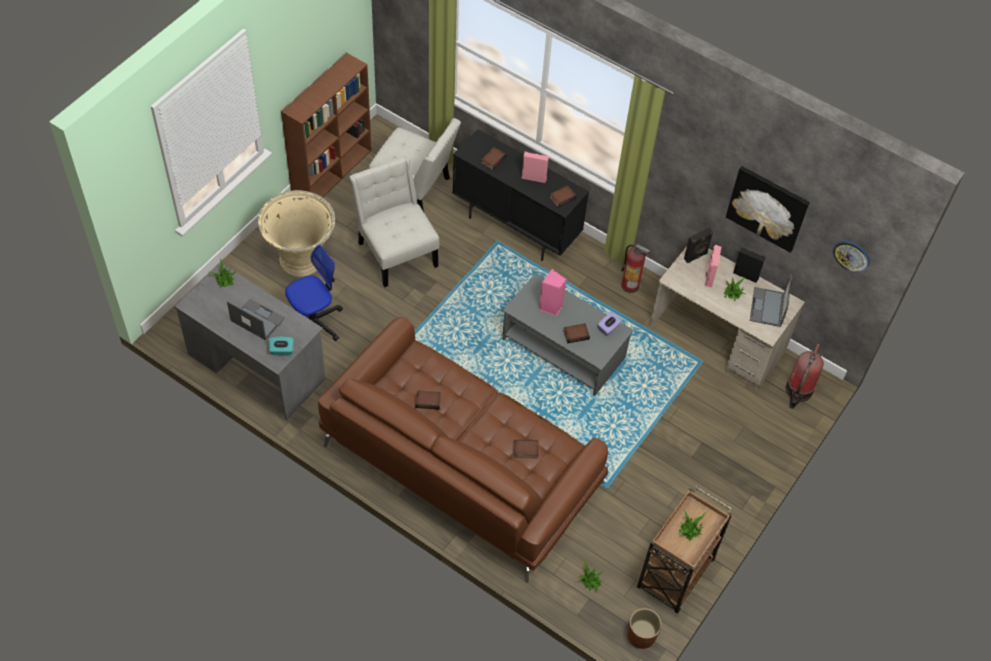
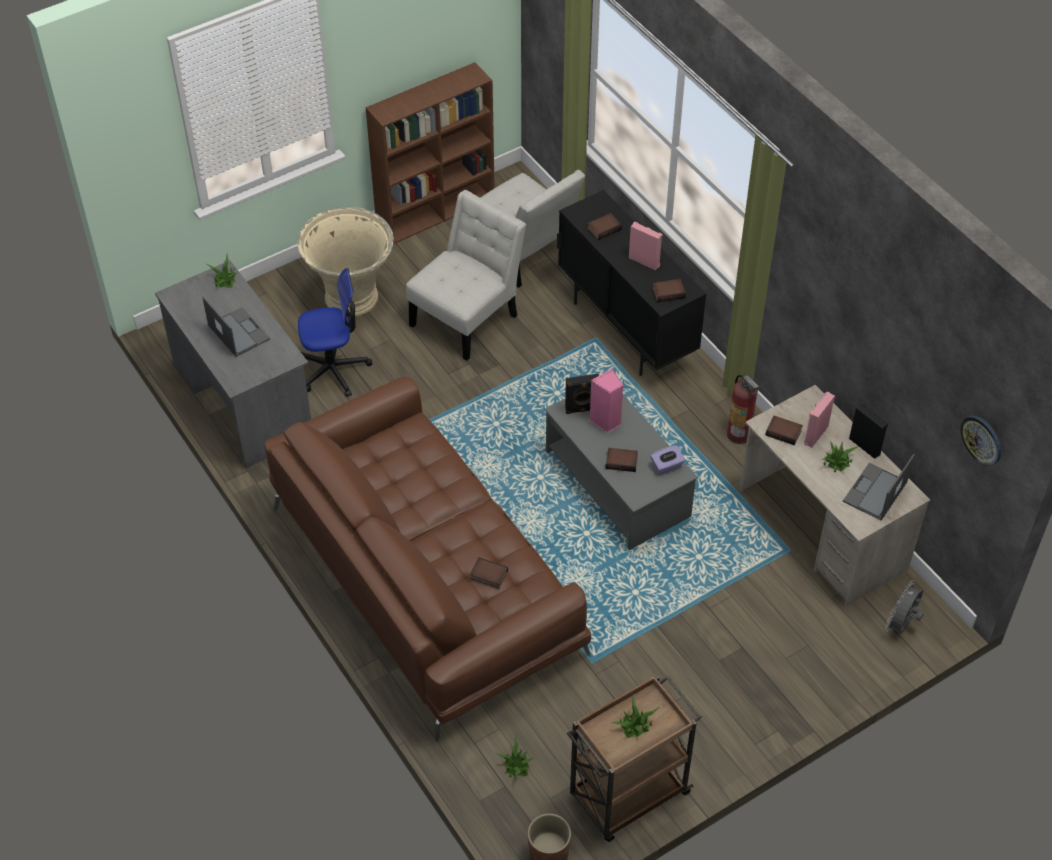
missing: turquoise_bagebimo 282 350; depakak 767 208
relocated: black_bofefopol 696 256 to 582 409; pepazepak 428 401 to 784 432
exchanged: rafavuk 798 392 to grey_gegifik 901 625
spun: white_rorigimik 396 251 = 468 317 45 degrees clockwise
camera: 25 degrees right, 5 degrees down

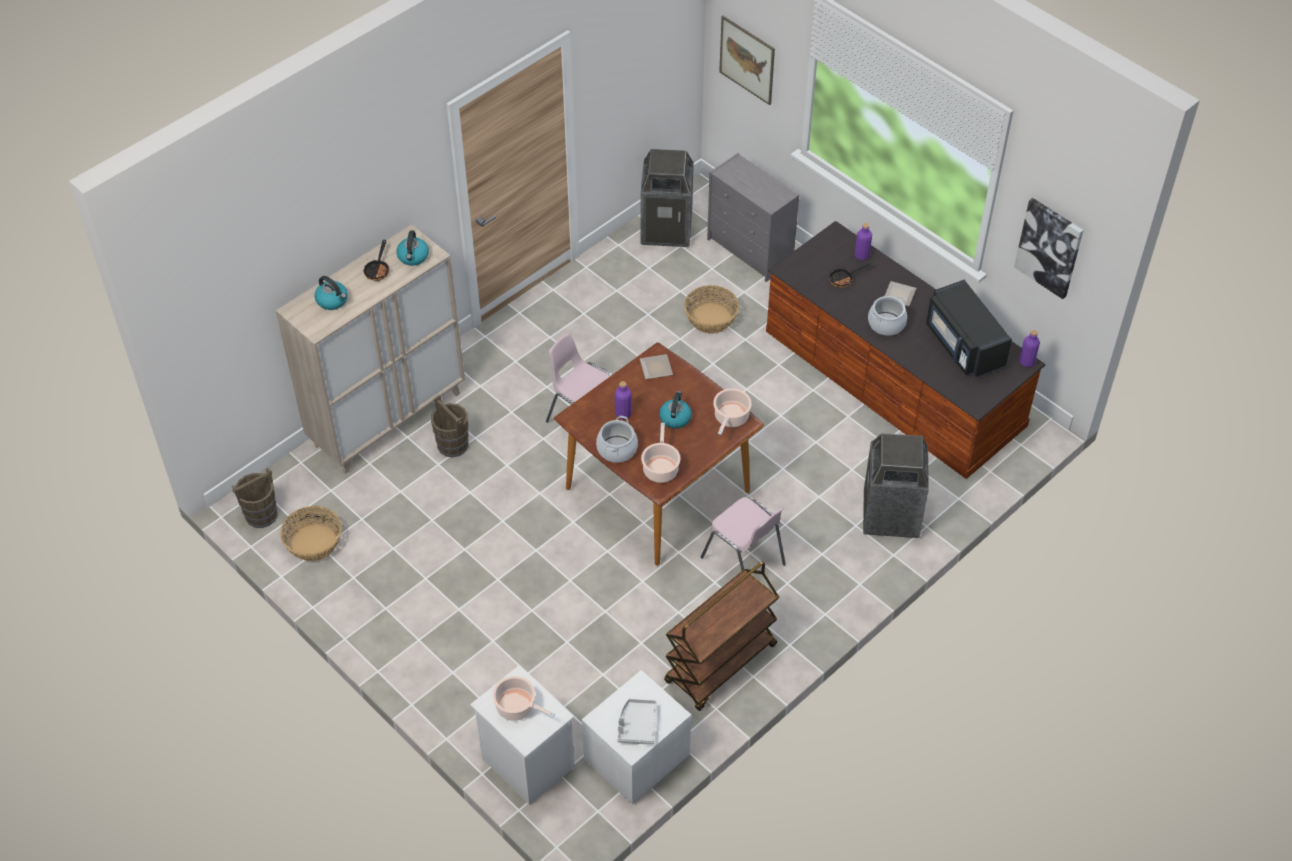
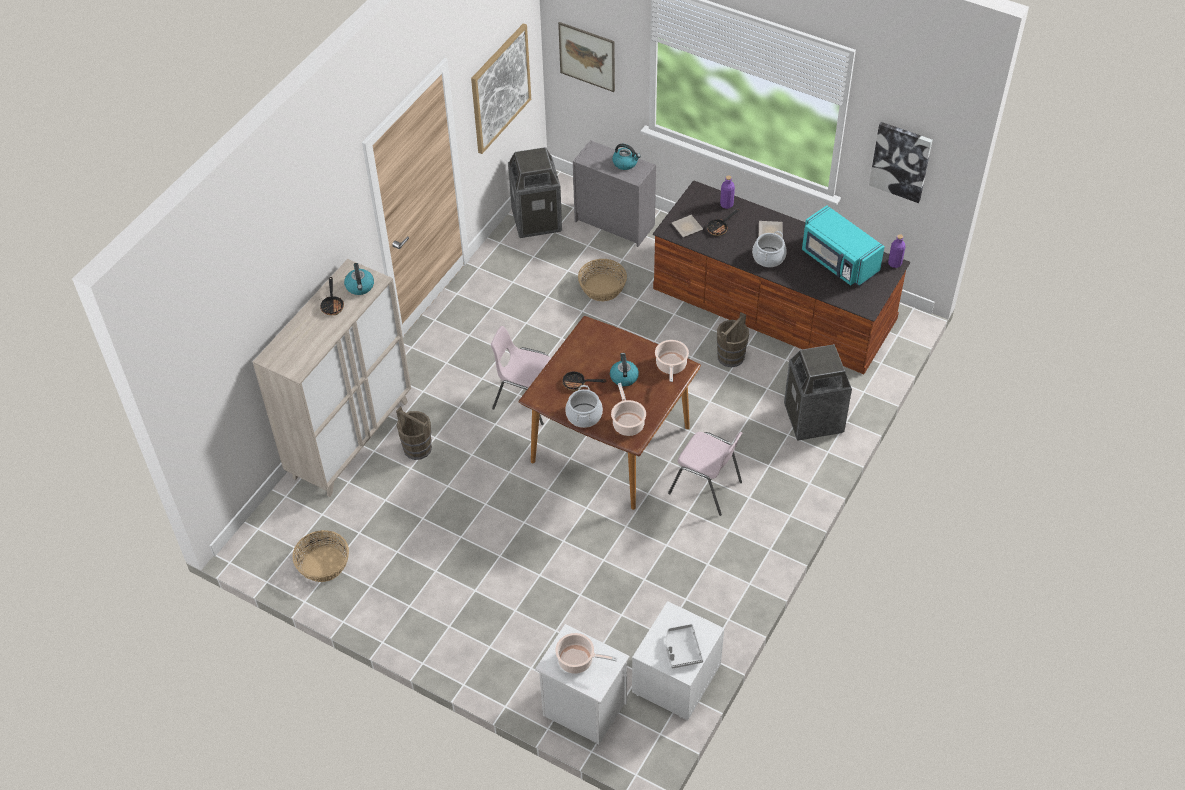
missing: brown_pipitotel 720 665
appeared: depakak 500 88
relocated: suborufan 333 300 to 625 163; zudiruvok 656 367 to 687 226; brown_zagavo 261 515 to 731 356
exchanged: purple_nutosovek 623 413 to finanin 578 383
colour: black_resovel 963 345 to turquoise_resovel 838 261
camera: 15 degrees left, 0 degrees up

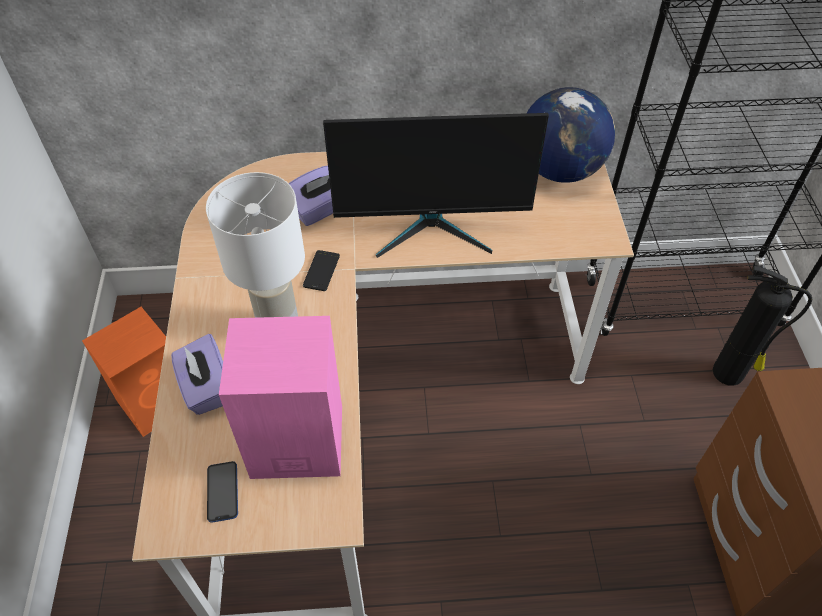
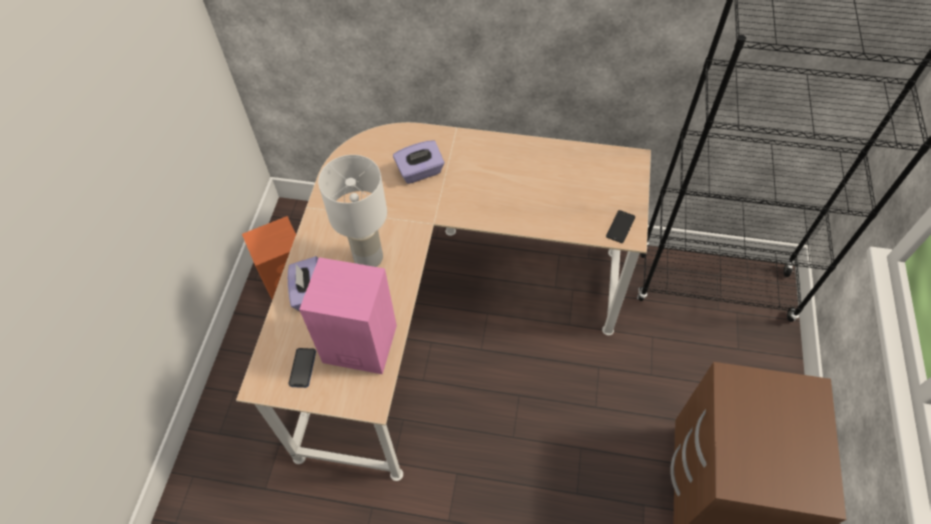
missing: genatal 432 228; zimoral 560 170; rafavuk 730 373
relocated: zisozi 321 271 to 620 227
camera: 15 degrees right, 5 degrees up

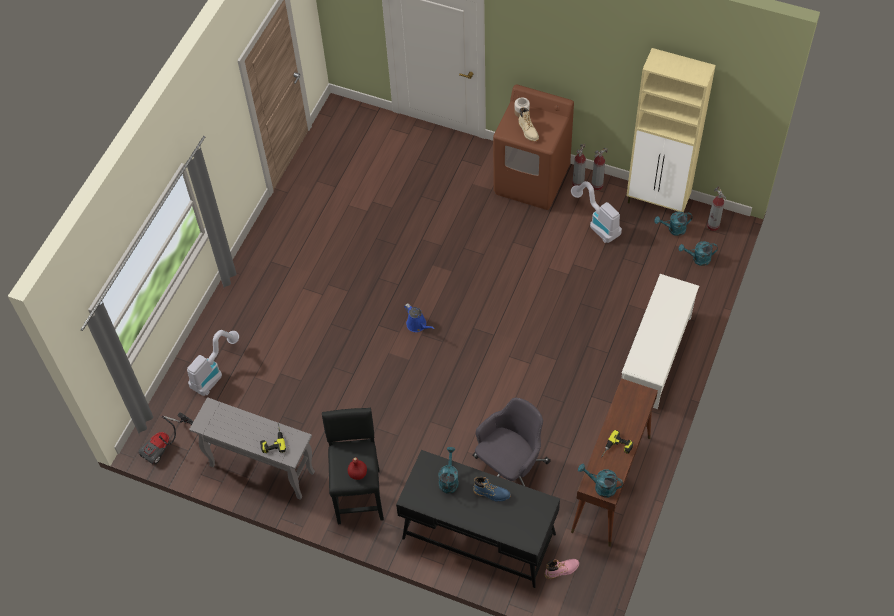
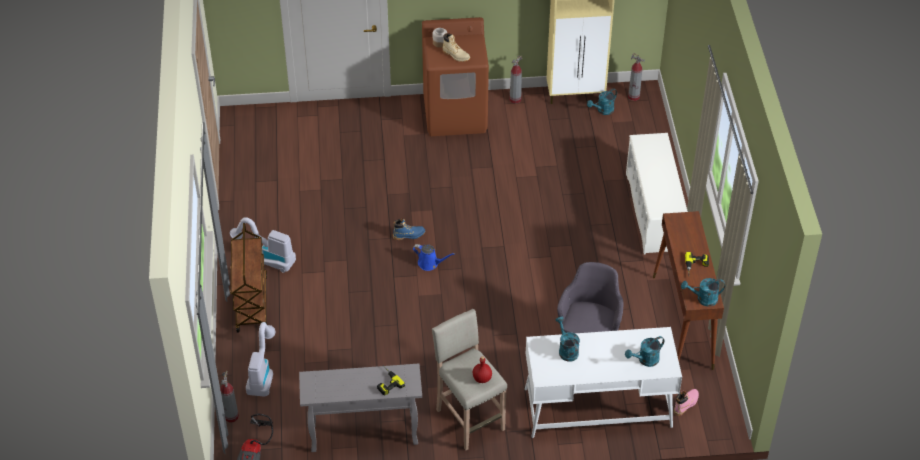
appeared: brown_pipitotel 251 303
relocated: rafavuk 578 183 to 231 417; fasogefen 597 223 to 268 258; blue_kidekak 491 493 to 409 235; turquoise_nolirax 698 259 to 645 360
colour: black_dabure 359 494 to beige_dabure 469 418; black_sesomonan 478 535 to white_sesomonan 597 407
camera: 30 degrees left, 10 degrees down

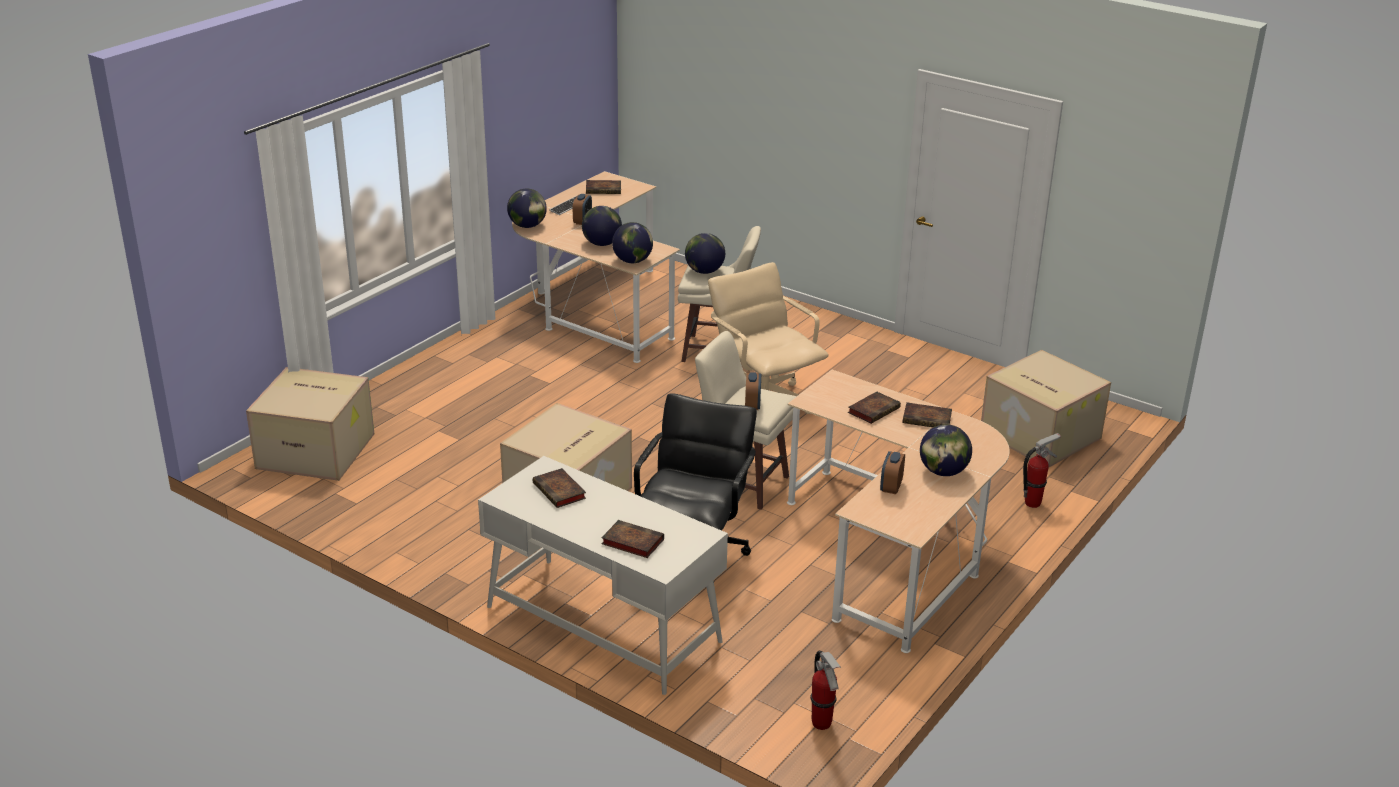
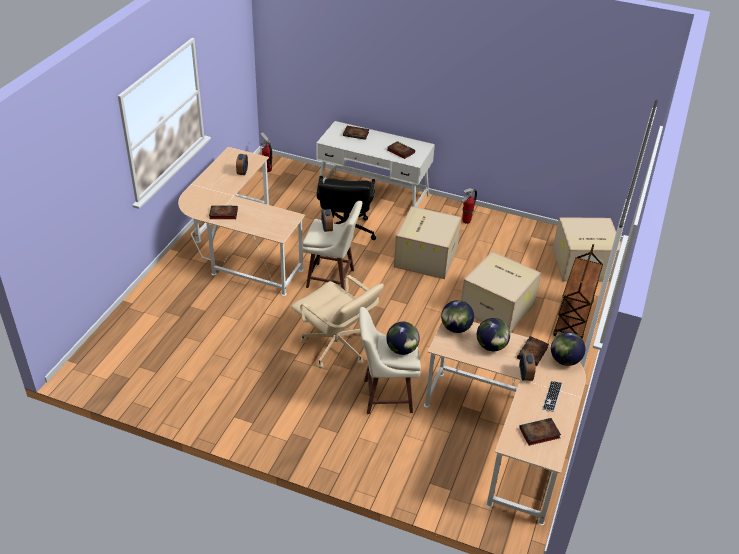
missing: zimoral 943 472
appeared: brown_pipitotel 573 320
relocated: rafavuk 1033 503 to 466 221; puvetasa 1038 435 to 498 307; pepazepak 874 410 to 532 353
camera: 165 degrees right, 10 degrees up

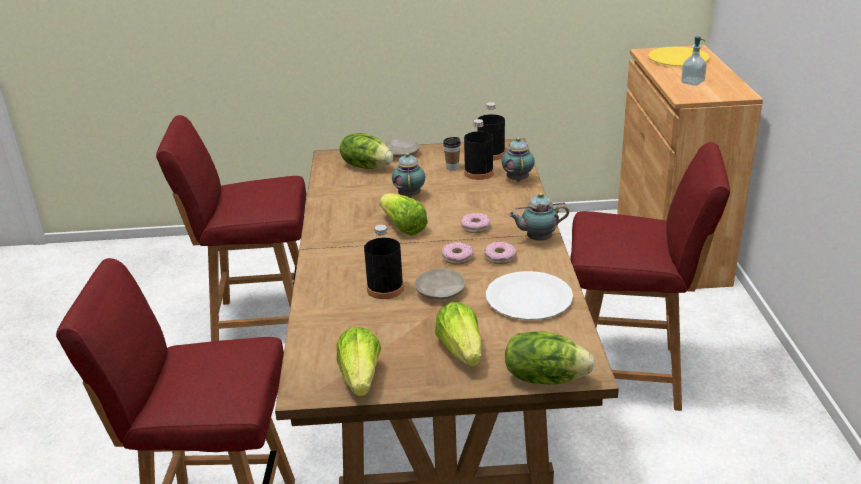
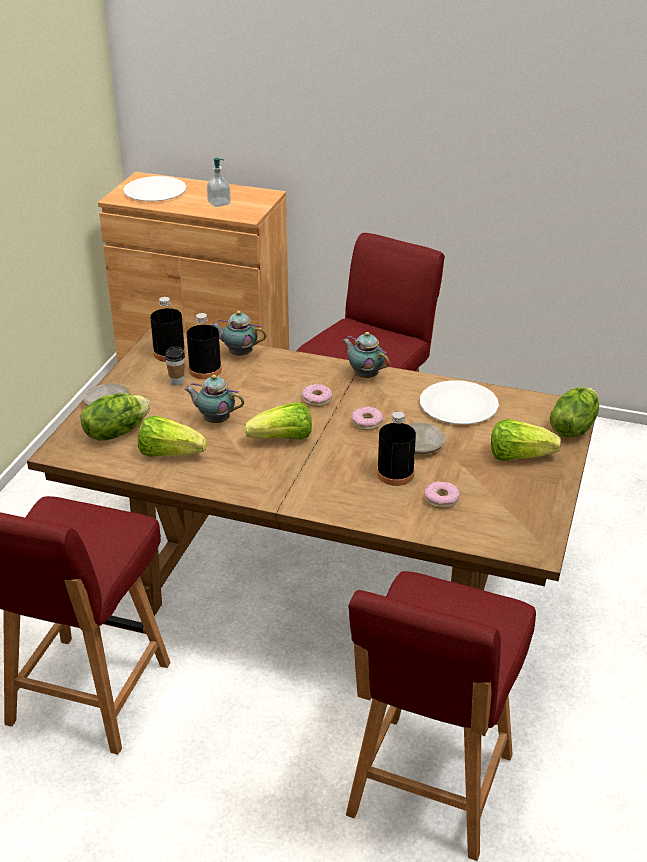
relocated: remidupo 360 378 to 170 453; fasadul 500 257 to 441 499
colour: yellow_zudiruvok 678 59 to white_zudiruvok 155 191
spun: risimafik 537 239 = 364 375 120 degrees clockwise
camera: 70 degrees left, 5 degrees up

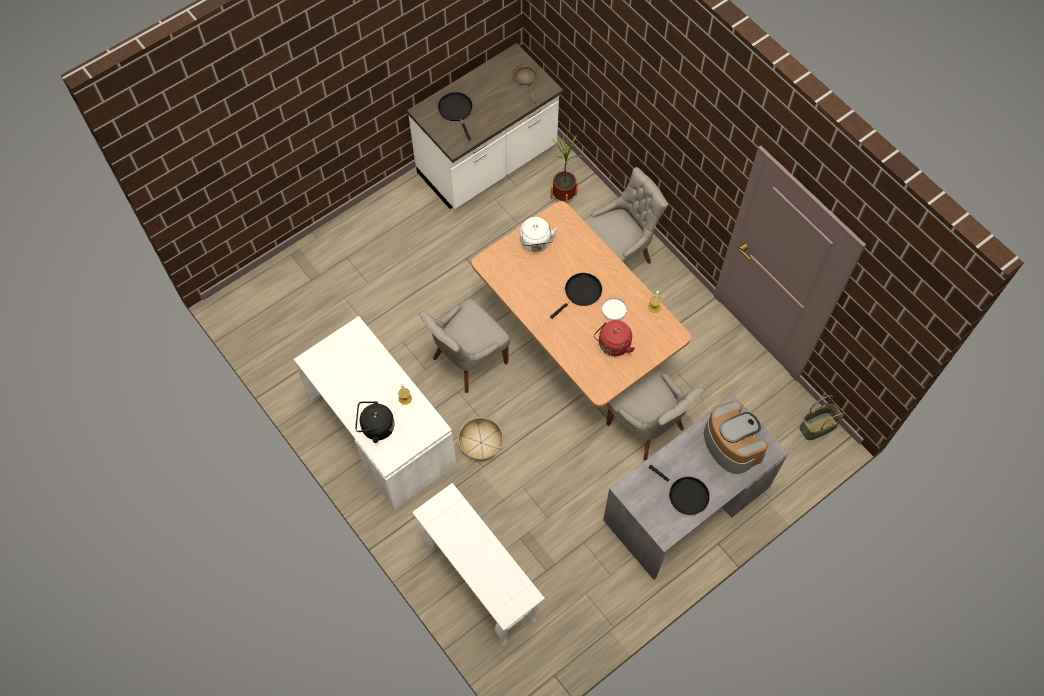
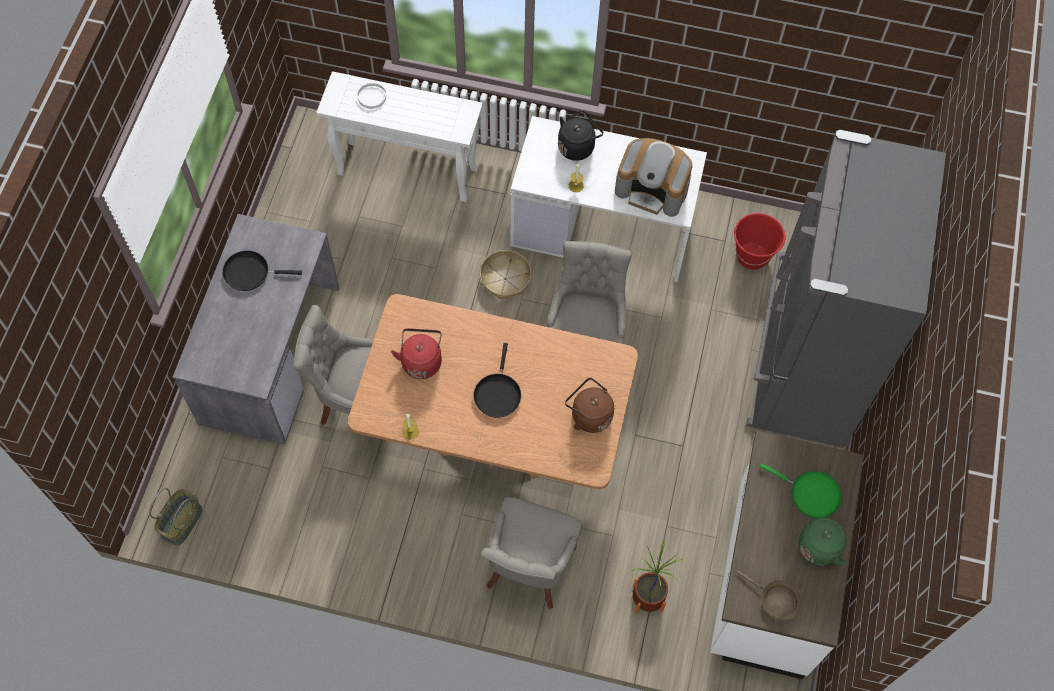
appeared: red_zagavo 752 256; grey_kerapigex 801 369; green_suborufan 816 549
relocated: white_zudiruvok 613 310 to 372 97; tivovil 731 444 to 652 189
colour: white_suborufan 536 243 to brown_suborufan 589 415; black_finanin 456 111 to green_finanin 811 494
camera: 140 degrees right, 0 degrees up

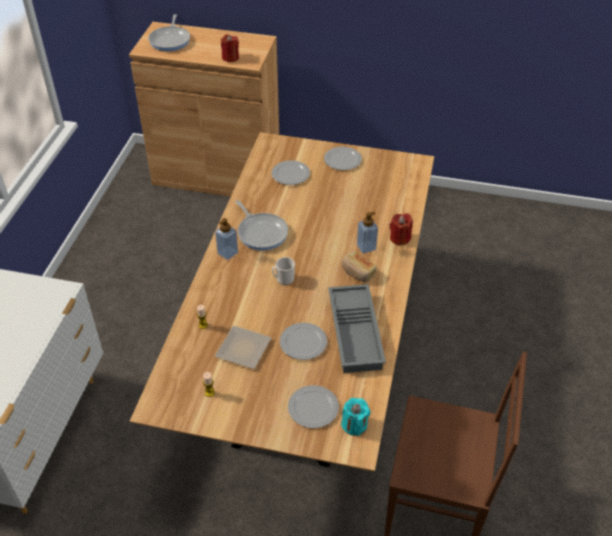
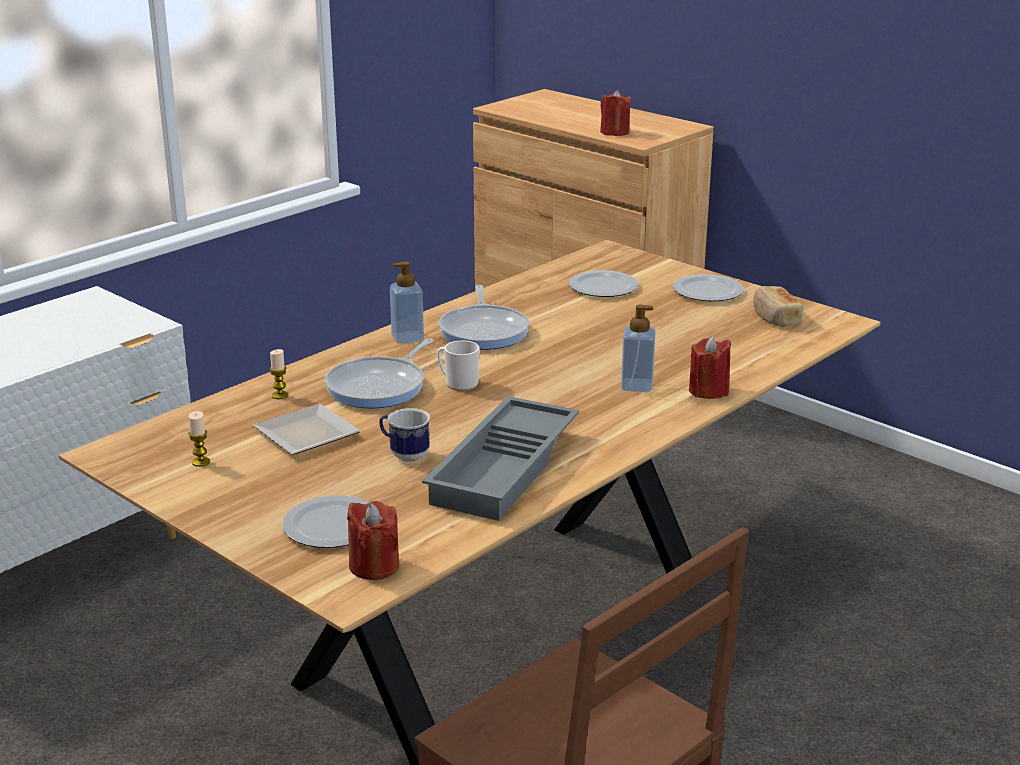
relocated: finanin 170 40 to 380 387; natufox 358 272 to 775 318
exchanged: zudiruvok 302 343 to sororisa 404 454
colour: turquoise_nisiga 354 425 to red_nisiga 374 566
camera: 30 degrees right, 20 degrees down

